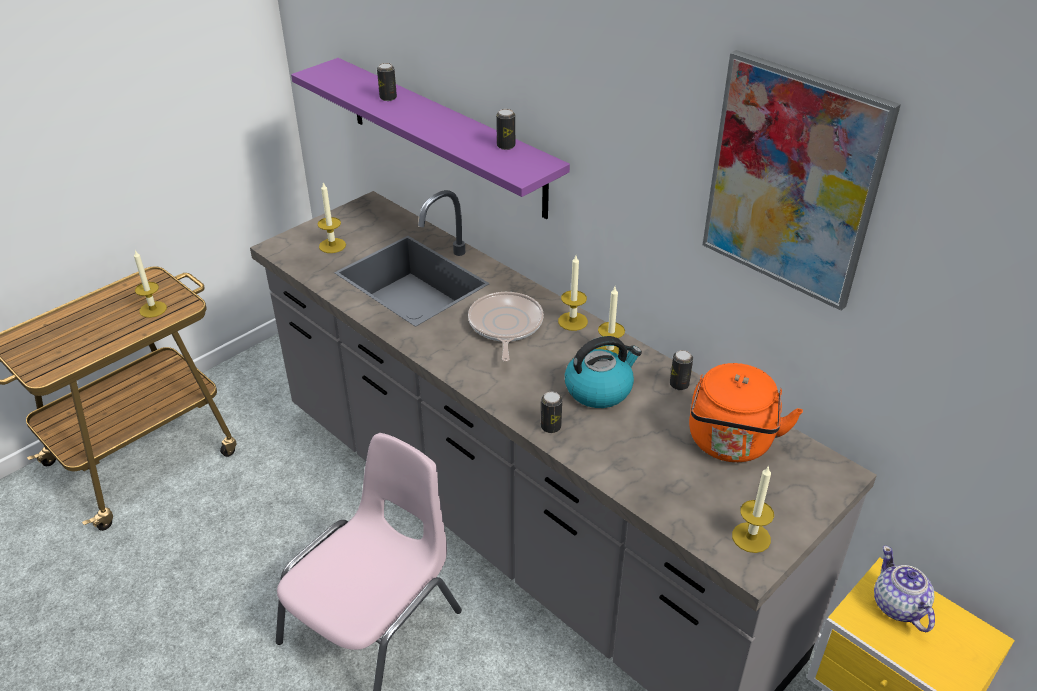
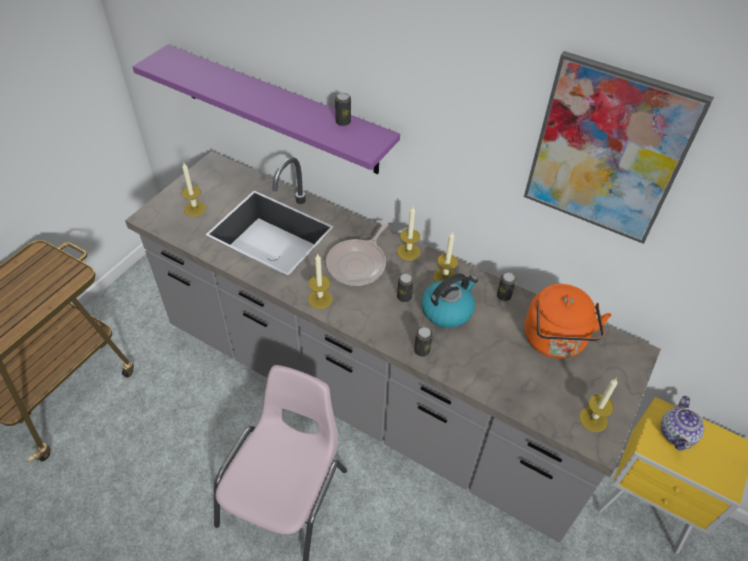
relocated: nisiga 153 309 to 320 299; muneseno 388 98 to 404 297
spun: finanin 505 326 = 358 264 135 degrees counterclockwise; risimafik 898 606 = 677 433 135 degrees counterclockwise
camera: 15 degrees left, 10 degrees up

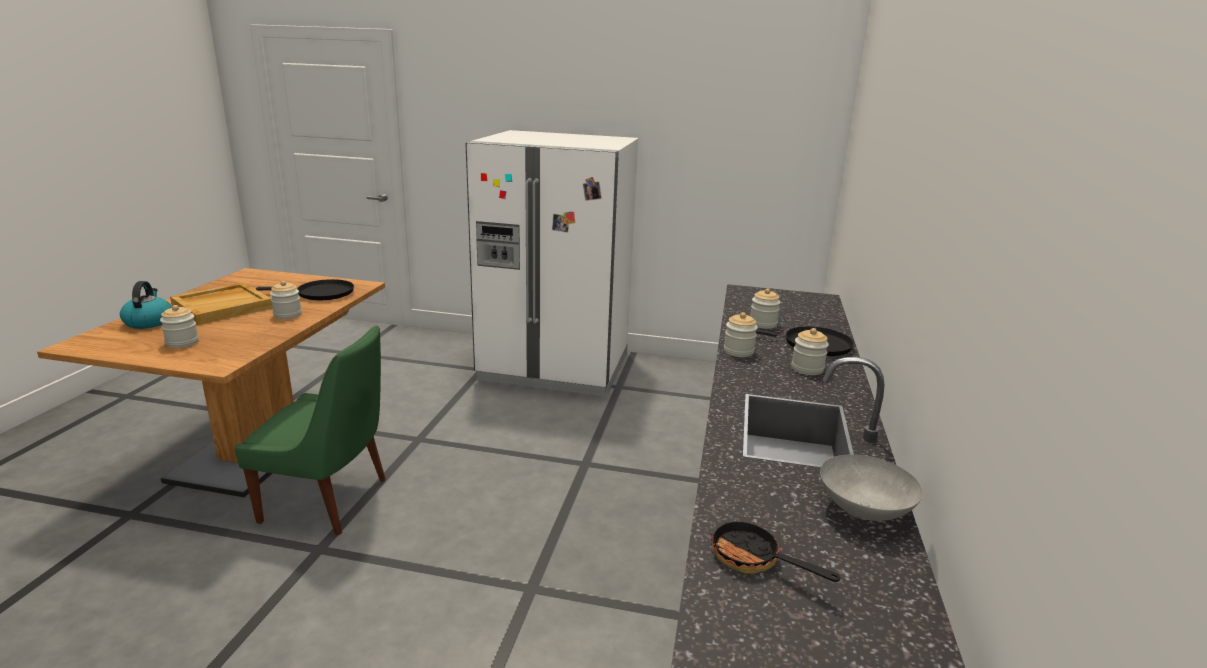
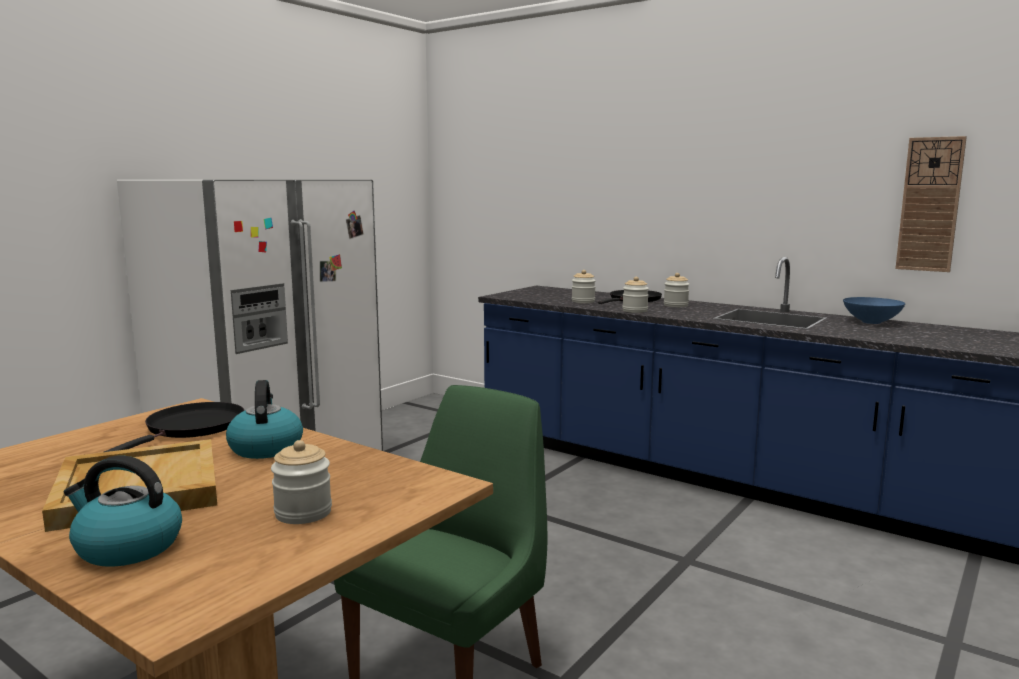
missing: finanin 754 560
appeared: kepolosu 930 204
exchanged: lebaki 287 314 to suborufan 265 448
colour: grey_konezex 865 510 to blue_konezex 871 322
camera: 65 degrees left, 10 degrees down

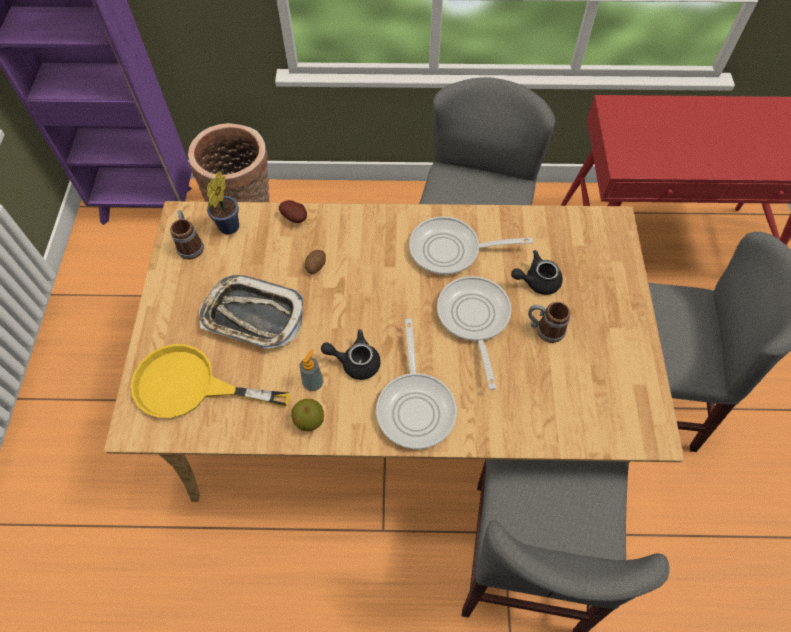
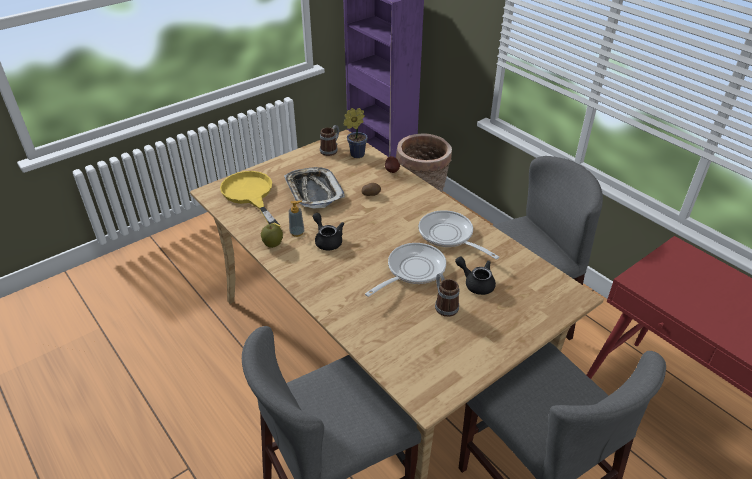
missing: finanin 416 406
camera: 50 degrees right, 20 degrees down

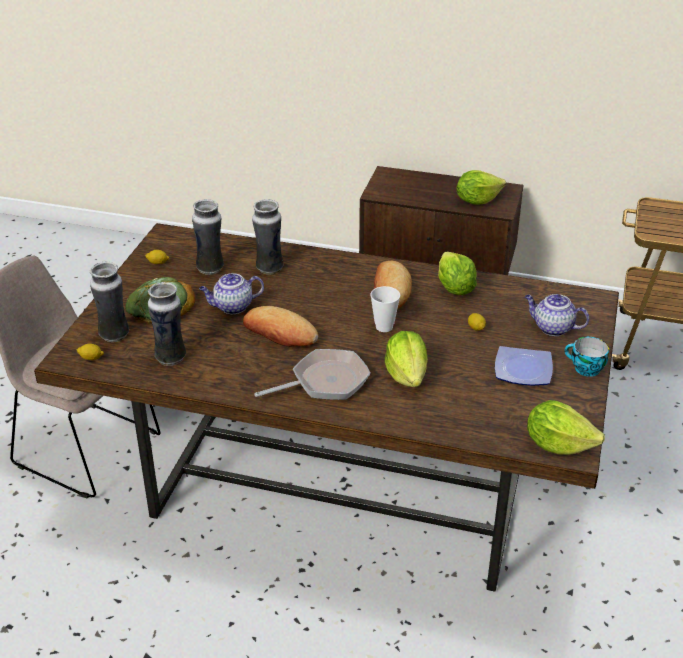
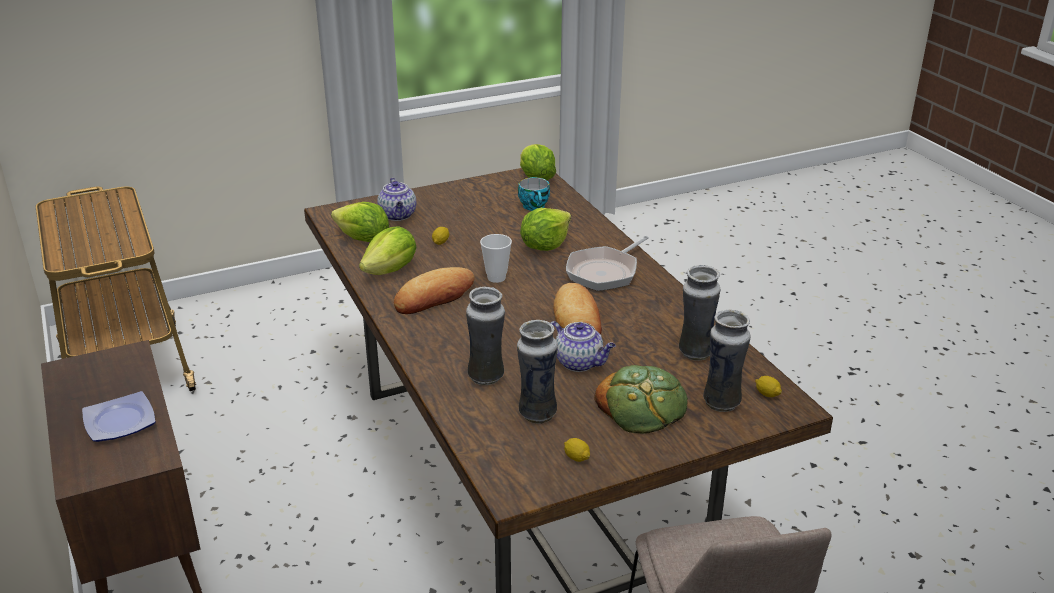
relocated: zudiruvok 522 370 to 121 422; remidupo 477 200 to 363 239; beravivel 585 369 to 535 206
spun: finanin 325 382 = 605 272 75 degrees counterclockwise
camera: 130 degrees left, 5 degrees down

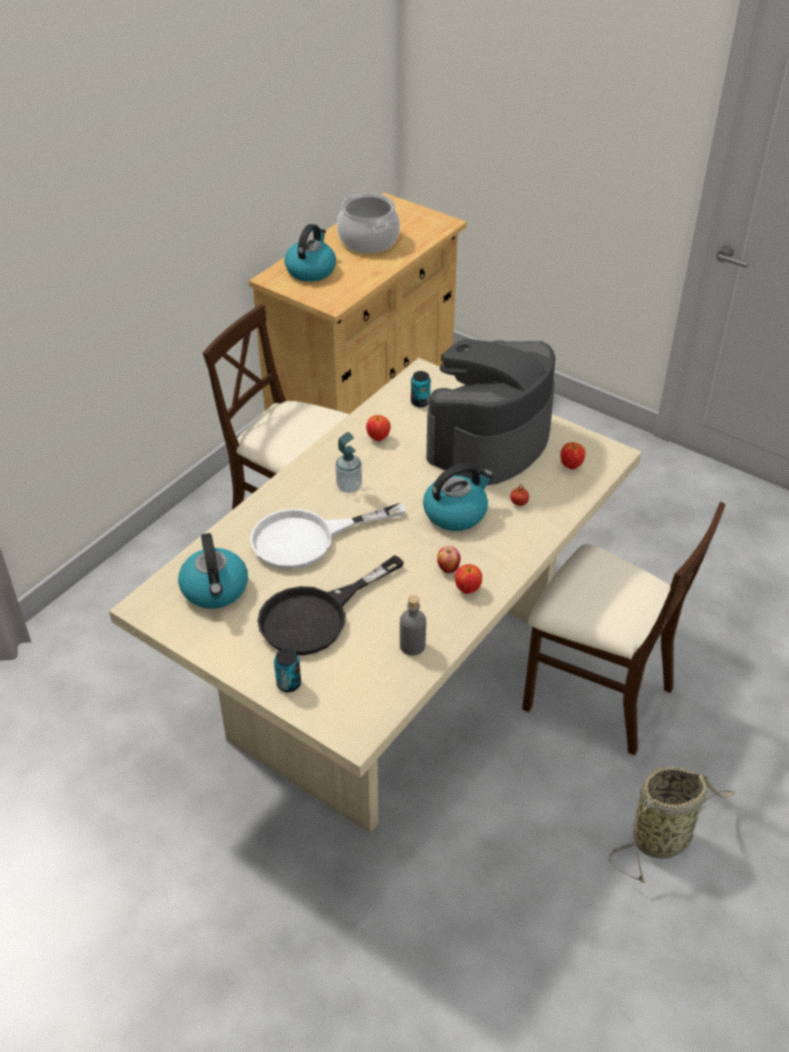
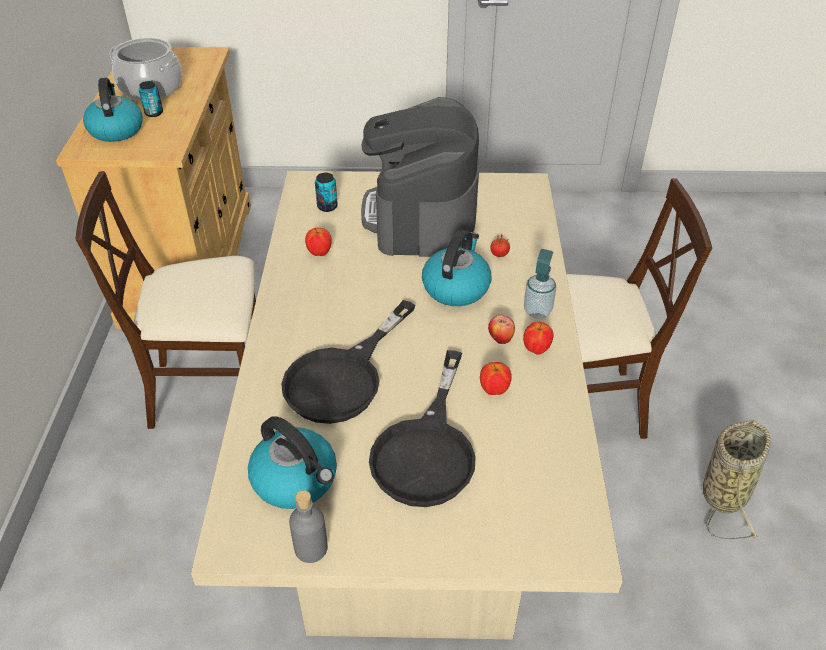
relocated: muneseno 288 684 to 154 113; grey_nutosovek 412 645 to 311 548; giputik 571 466 to 494 390; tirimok 349 487 to 537 311
colour: white_finanin 308 539 to black_finanin 343 377
camera: 35 degrees left, 0 degrees up

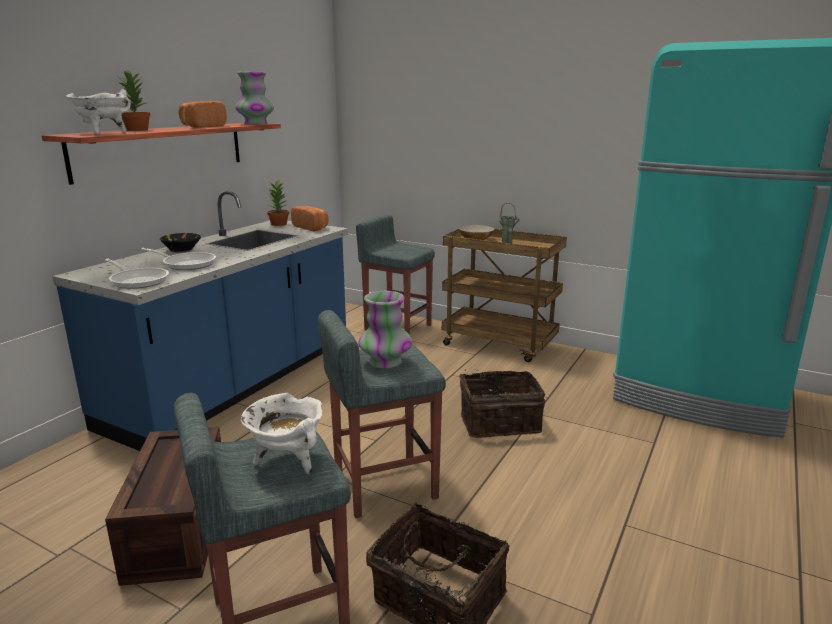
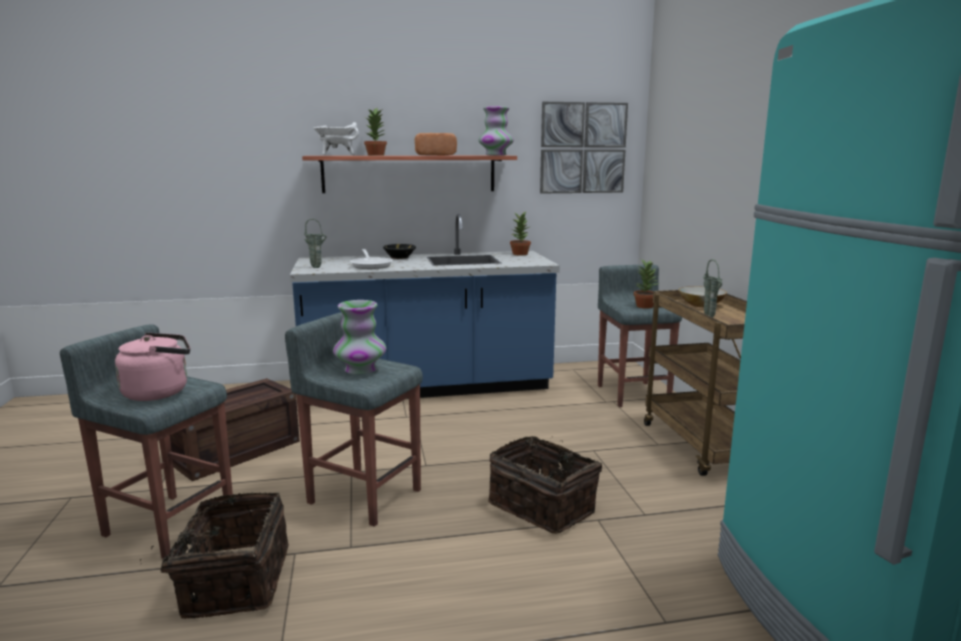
missing: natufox 312 227
appeared: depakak 583 148; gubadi 644 306
exchanged: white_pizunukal 287 460 to pink_suborufan 160 392; finanin 137 280 to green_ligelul 317 268
camera: 50 degrees right, 5 degrees down

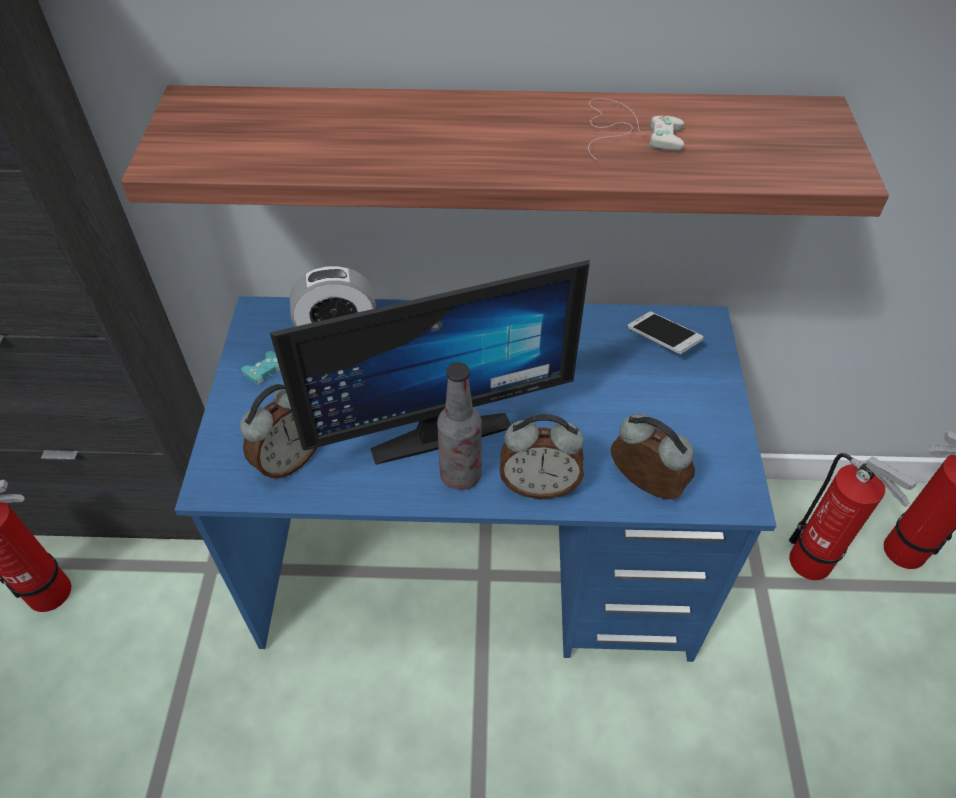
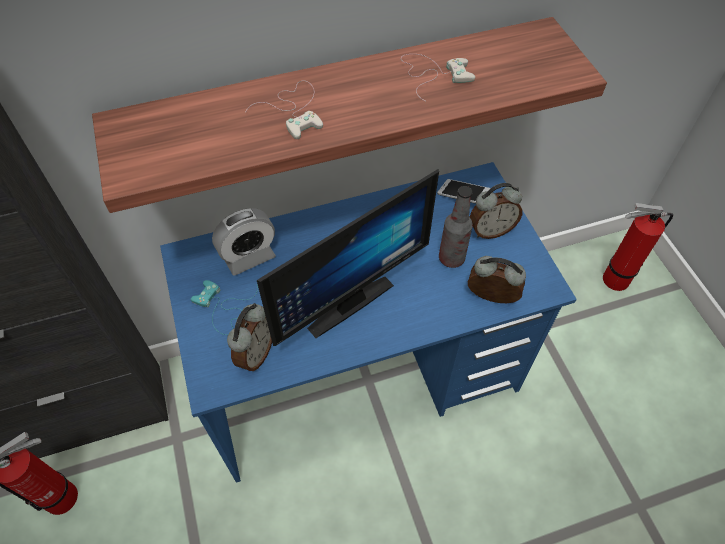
missing: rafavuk 815 565
appeared: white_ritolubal 294 110
relocated: nutosovek 460 475 to 451 258; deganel 539 485 to 490 230
camera: 20 degrees left, 5 degrees up

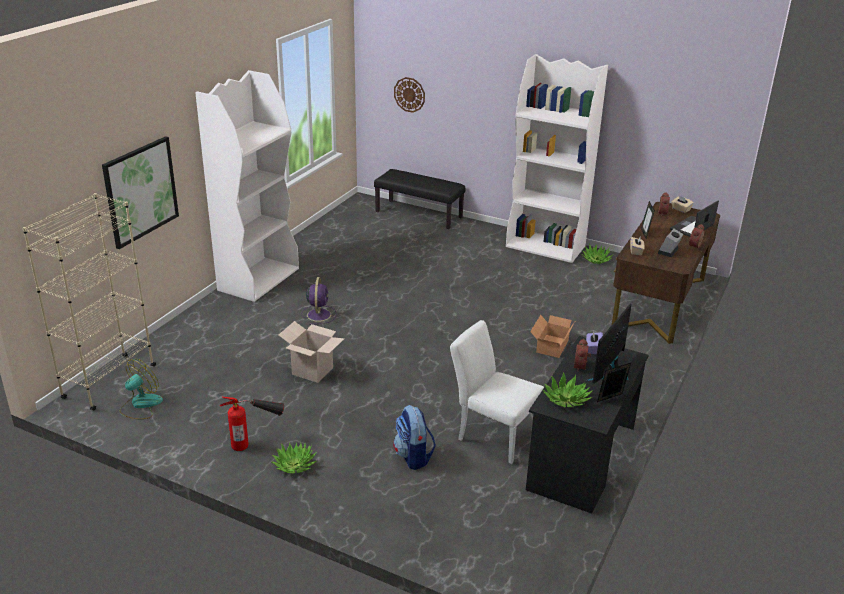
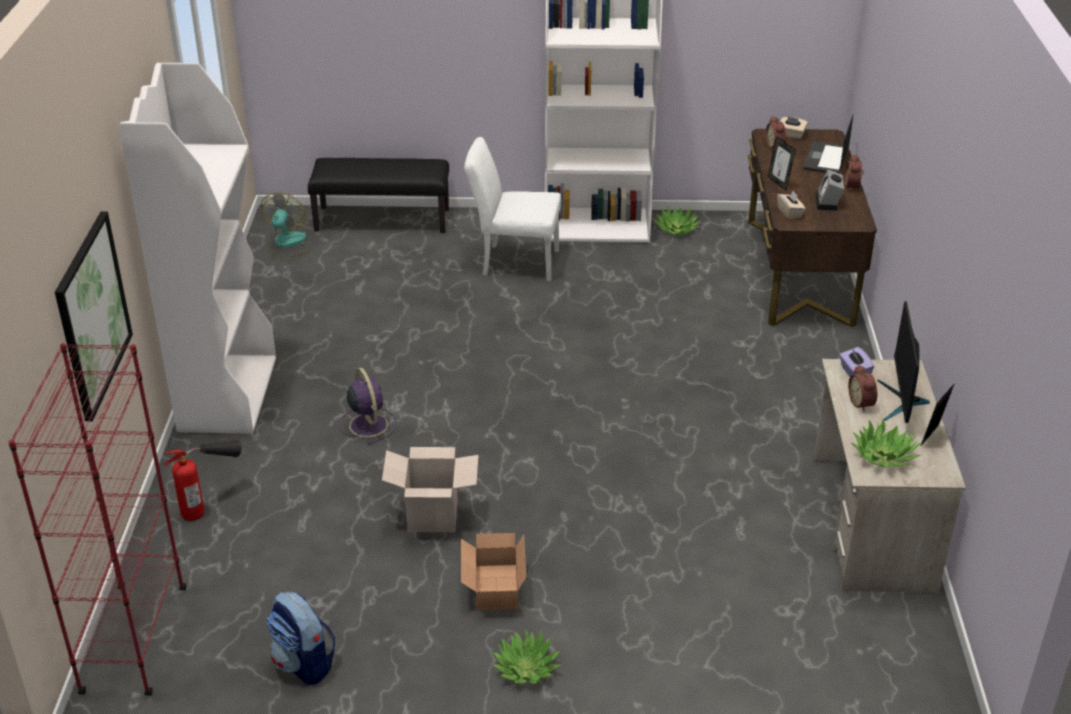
missing: kepolosu 409 94
relocated: rafavuk 255 442 to 210 502; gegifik 140 405 to 287 244; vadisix 413 457 to 304 664; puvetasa 550 346 to 494 588; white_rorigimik 492 435 to 513 262
colour: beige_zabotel 109 382 to red_zabotel 134 640; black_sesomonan 581 458 to beige_sesomonan 871 522
camera: 25 degrees left, 5 degrees up

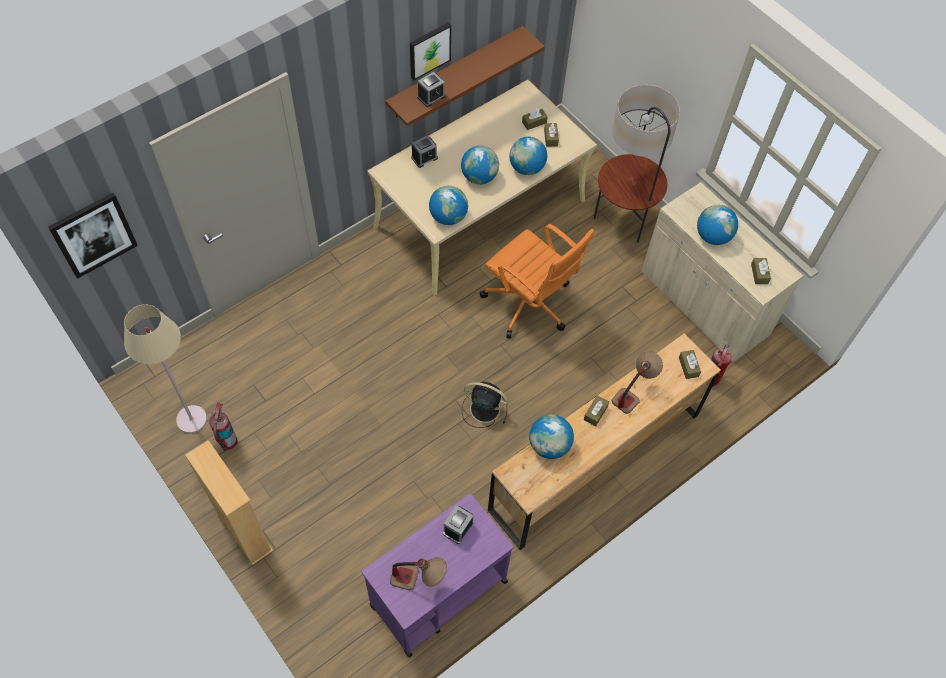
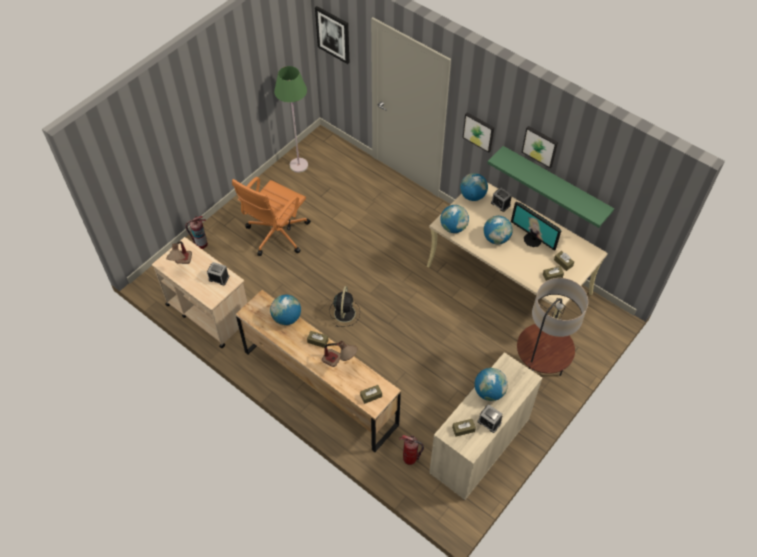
missing: beige_zabotel 243 530
appeared: depakak 479 131; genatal 532 239
relocated: rafavuk 228 442 to 201 244; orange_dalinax 529 304 to 276 234; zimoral 526 168 to 472 196; deganel 431 96 to 489 422
colour: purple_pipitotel 438 593 to beige_pipitotel 208 312; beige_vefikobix 191 419 to green_vefikobix 298 165; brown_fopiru 455 73 to green_fopiru 555 183
camera: 80 degrees right, 5 degrees down

